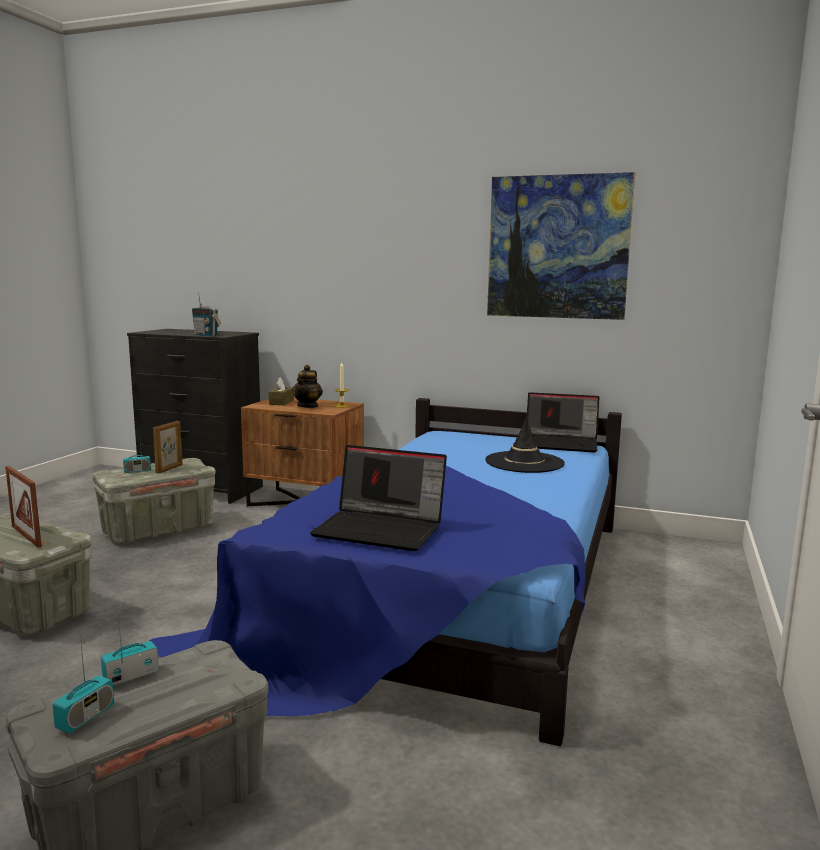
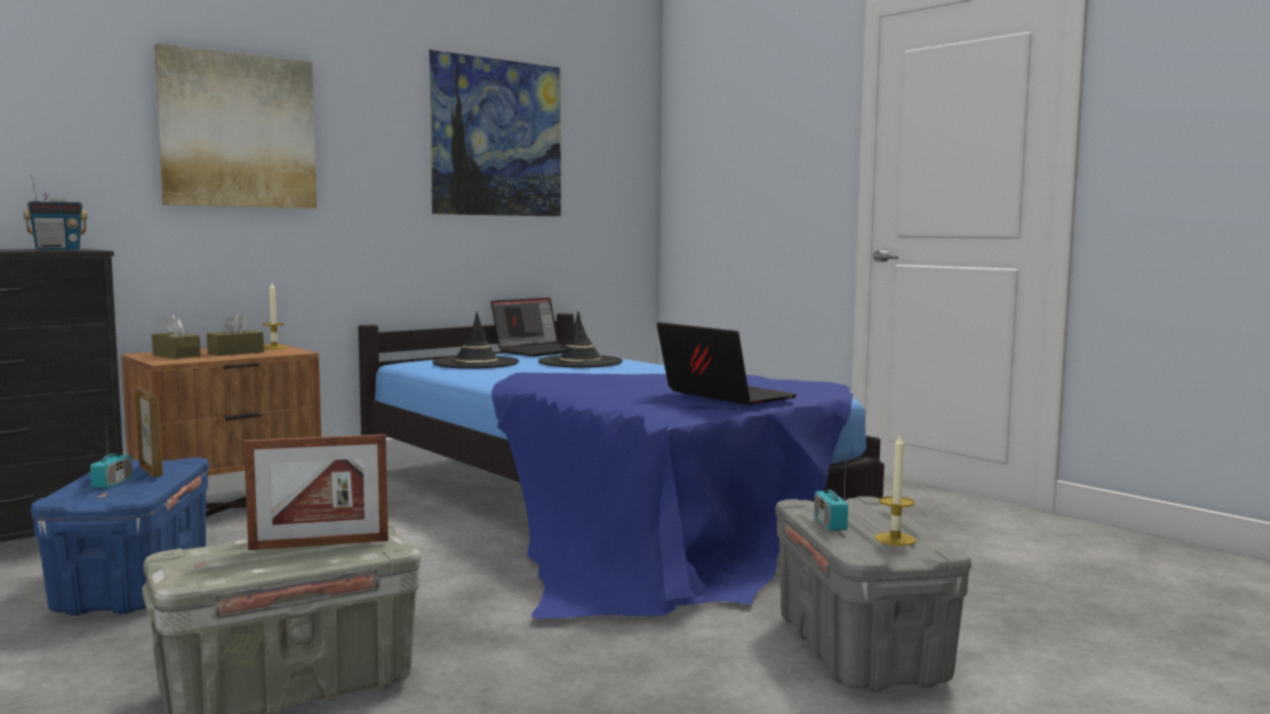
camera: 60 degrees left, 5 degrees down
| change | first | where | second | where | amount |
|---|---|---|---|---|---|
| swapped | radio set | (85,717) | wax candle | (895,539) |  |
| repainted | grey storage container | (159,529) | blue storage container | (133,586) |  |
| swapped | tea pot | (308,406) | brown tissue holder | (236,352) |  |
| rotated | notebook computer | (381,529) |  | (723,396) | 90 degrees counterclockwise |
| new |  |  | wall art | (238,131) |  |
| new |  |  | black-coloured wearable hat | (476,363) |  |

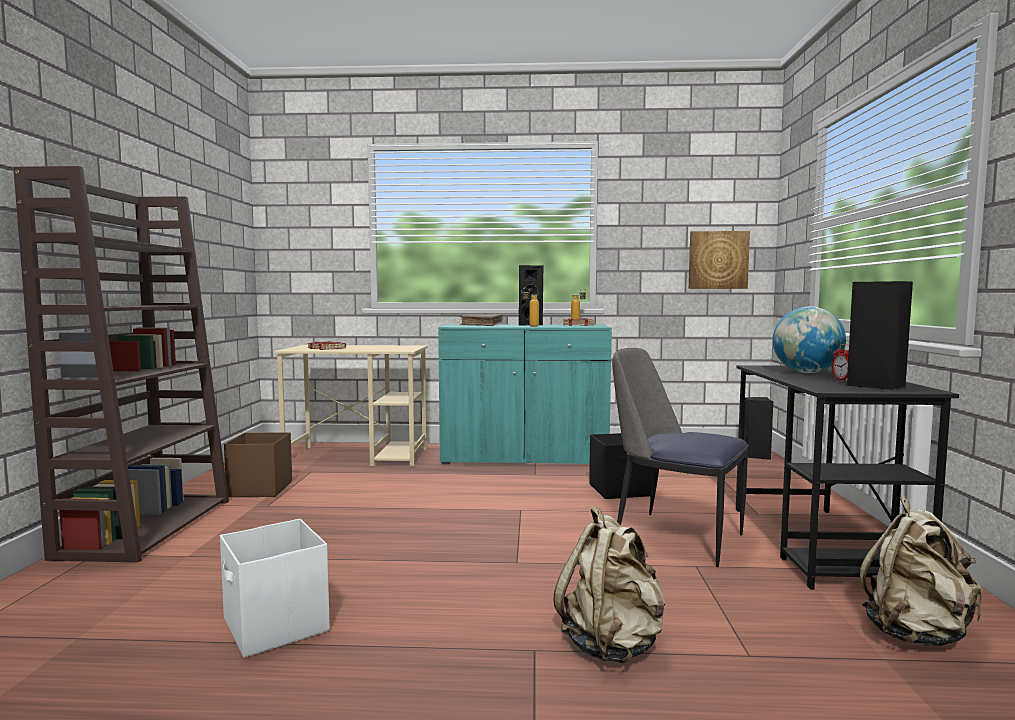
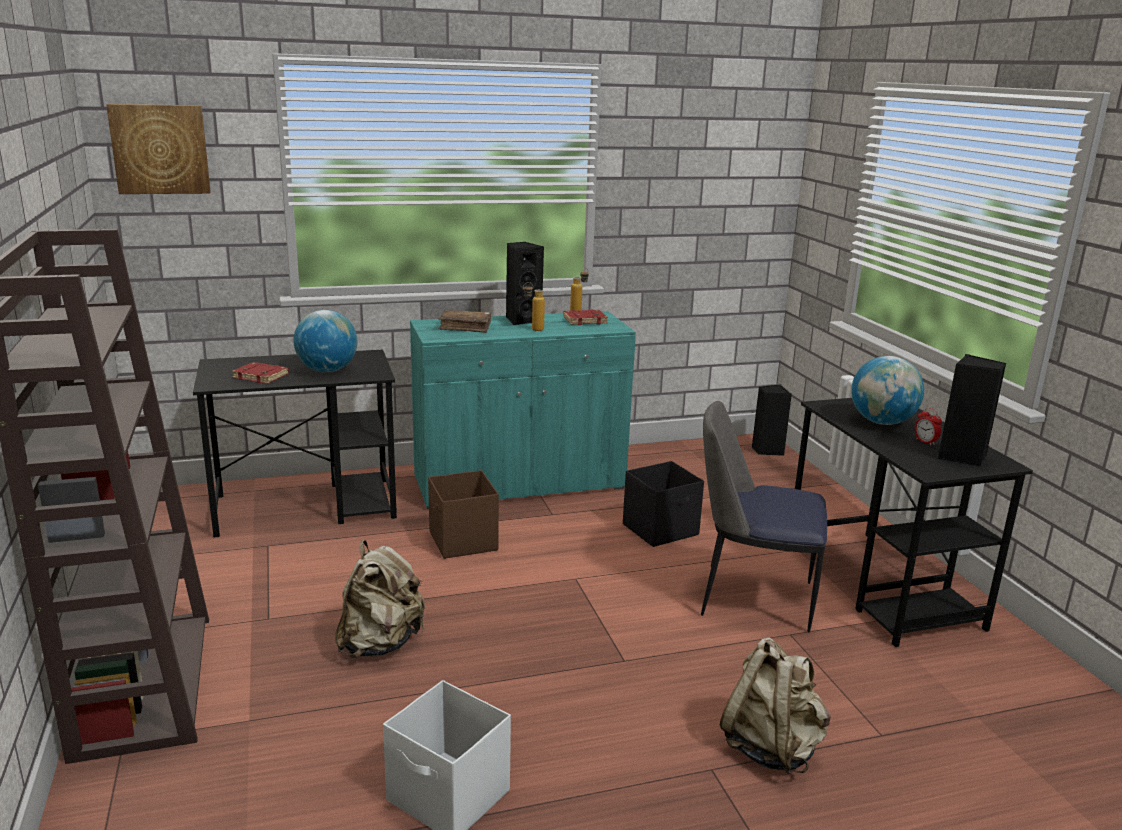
camera: 20 degrees left, 15 degrees up
| change | first | where | second | where | amount |
|---|---|---|---|---|---|
| shifted | brown storage container | (259,489) |  | (463,541) |  |
| repainted | sand-coloured desk unit | (358,456) | black-coloured desk unit | (307,507) |  |
| shifted | wall art | (718,260) |  | (160,149) |  |
| shifted | sand-coloured knapsack | (916,634) |  | (380,643) |  |
| new |  |  | globe | (327,370) |  |

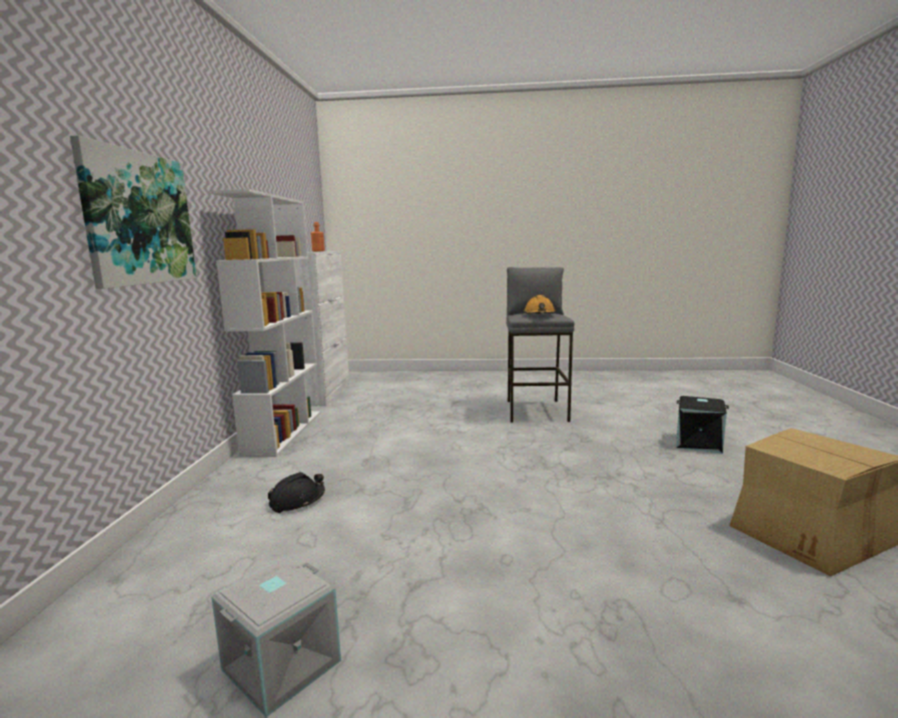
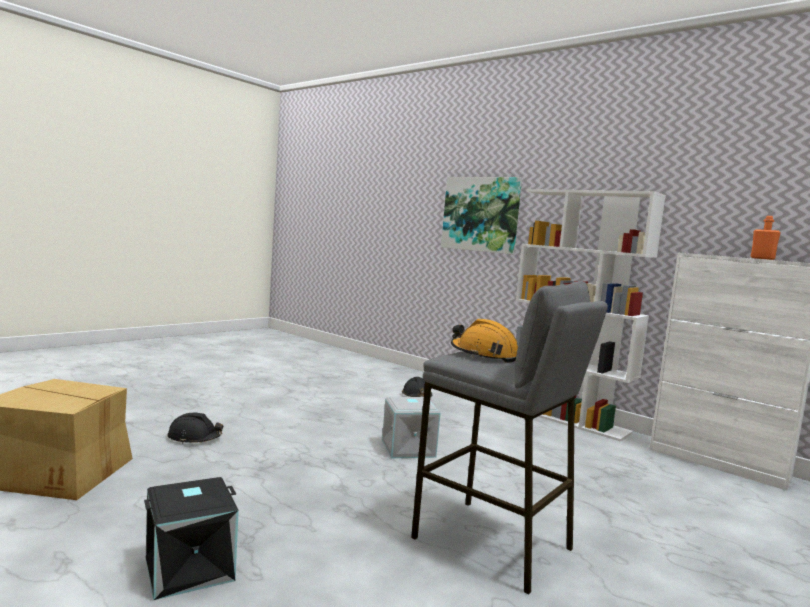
camera: 125 degrees right, 5 degrees down
| change | first | where | second | where | amount |
|---|---|---|---|---|---|
| shifted | grey storage container | (282,666) |  | (407,448) |  |
| new |  |  | black-coloured work helmet | (194,438) |  |

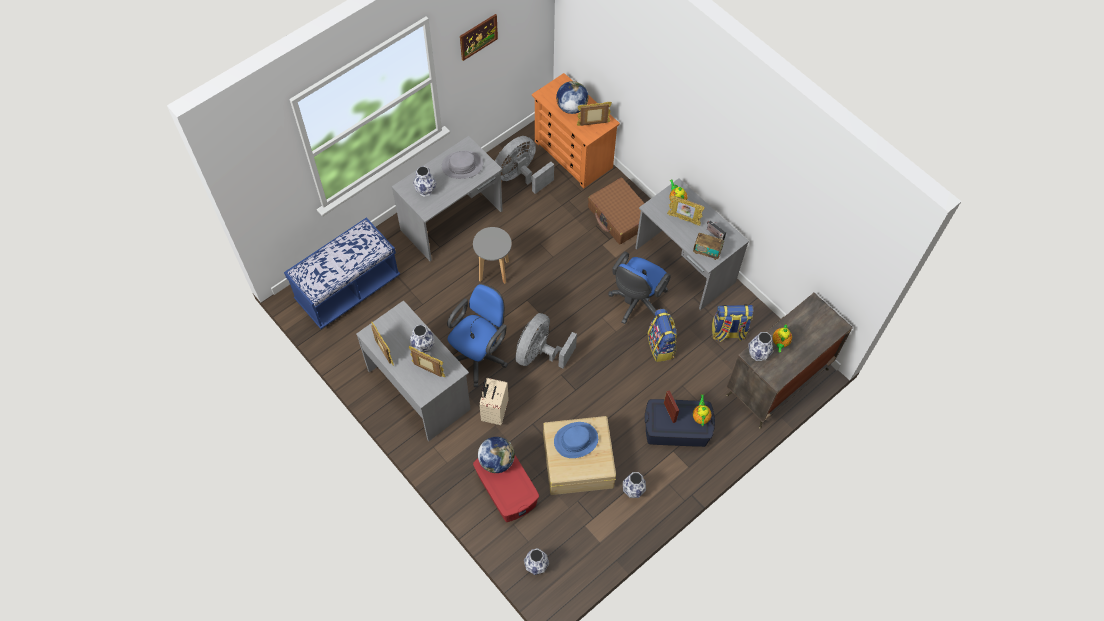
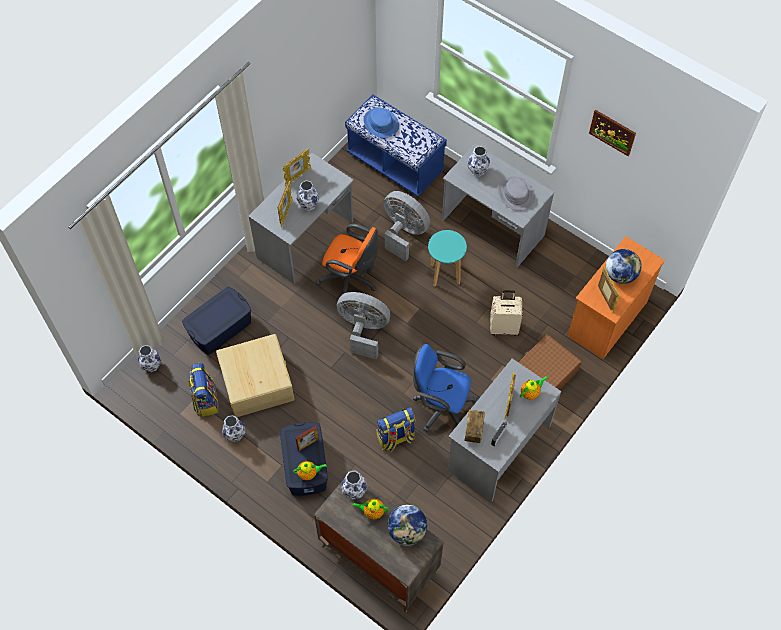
camera: 80 degrees right, 0 degrees up
| change | first | where | second | where | amount |
|---|---|---|---|---|---|
| repainted | blue office chair | (479,355) | orange office chair | (350,280) |  |
| repainted | grey stool seat | (494,271) | blue-green stool seat | (444,274) |  |
| repainted | red storage container | (506,489) | blue storage container | (220,328) |  |
| shifted | globe | (497,461) |  | (407,531) |  |
| shifted | sand-coloured suitcase | (494,412) |  | (504,327) |  |
| shifted | grey cooling fan | (521,176) |  | (404,233) |  |
| shifted | blue wearable hat | (576,440) |  | (381,123) |  |
| shifted | knapsack | (728,332) |  | (205,400) |  |

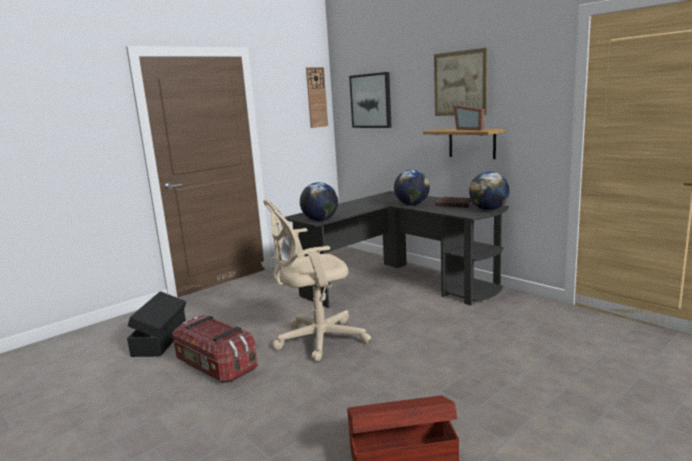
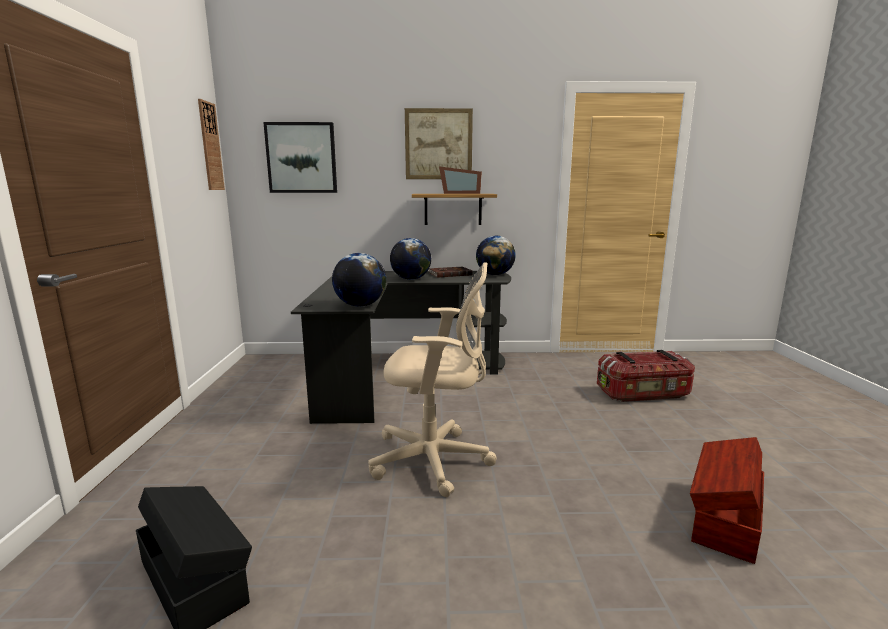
camera: 50 degrees left, 0 degrees up
| change | first | where | second | where | amount |
|---|---|---|---|---|---|
| shifted | storage container | (215,366) |  | (643,394) |  |
| rotated | sand-coloured office chair | (316,340) |  | (436,460) | 105 degrees counterclockwise |

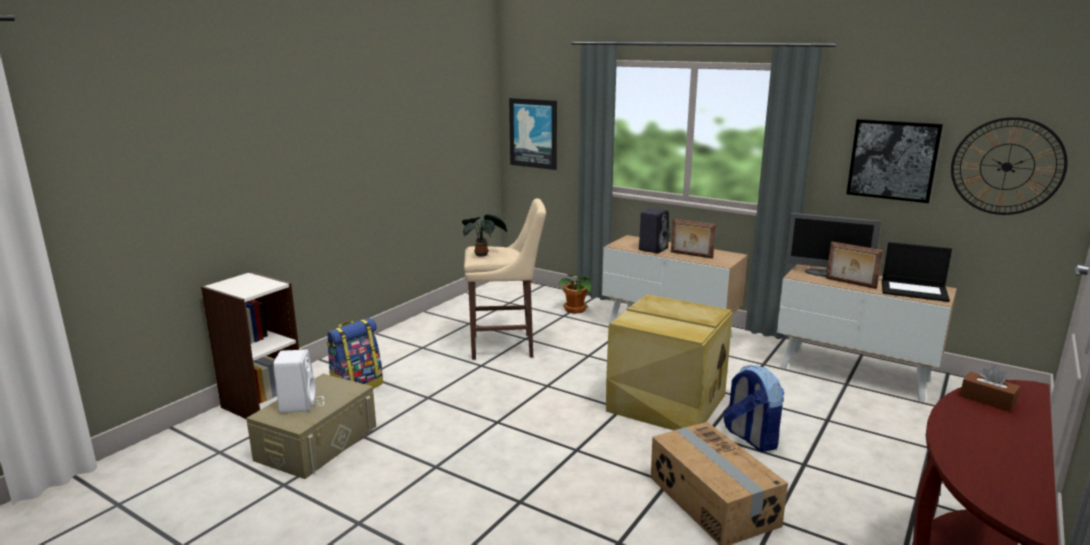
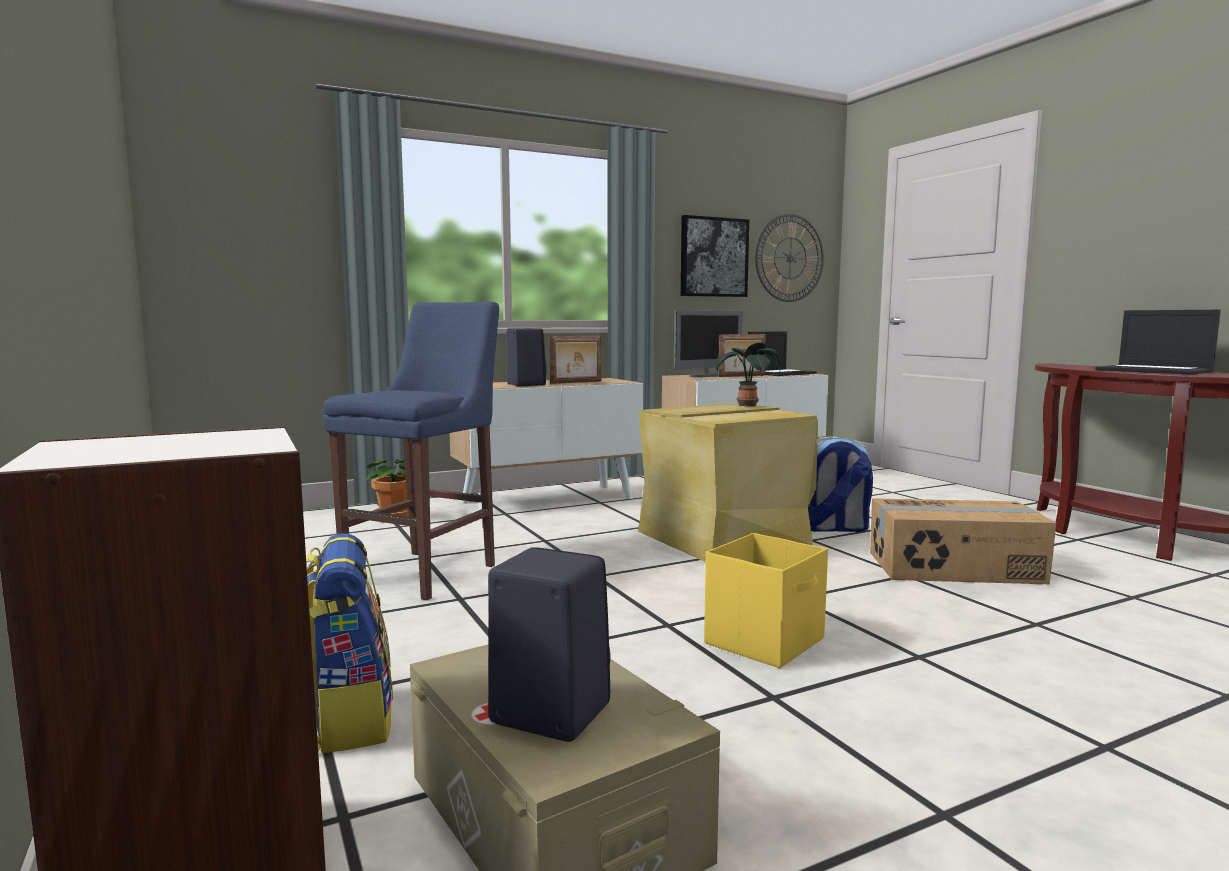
camera: 60 degrees left, 10 degrees down
| change | first | where | second | where | amount |
|---|---|---|---|---|---|
| repainted | white loudspeaker | (297,404) | black-coloured loudspeaker | (546,713) |  |
| shifted | plant in a pot | (483,255) |  | (747,405) |  |
| repainted | sand-coloured stool seat | (506,346) | blue stool seat | (426,572) |  |
| gone | wall art | (533,133) |  |  |  |
| gone | brown tissue holder | (987,399) |  |  |  |
| new |  |  | yellow-coloured storage container | (766,641) |  |
| new |  |  | notebook computer | (1155,371) |  |

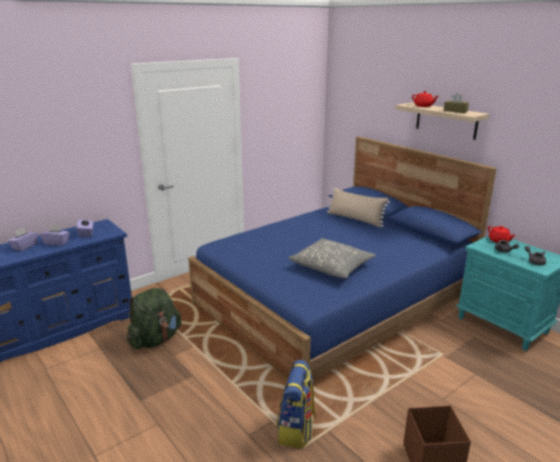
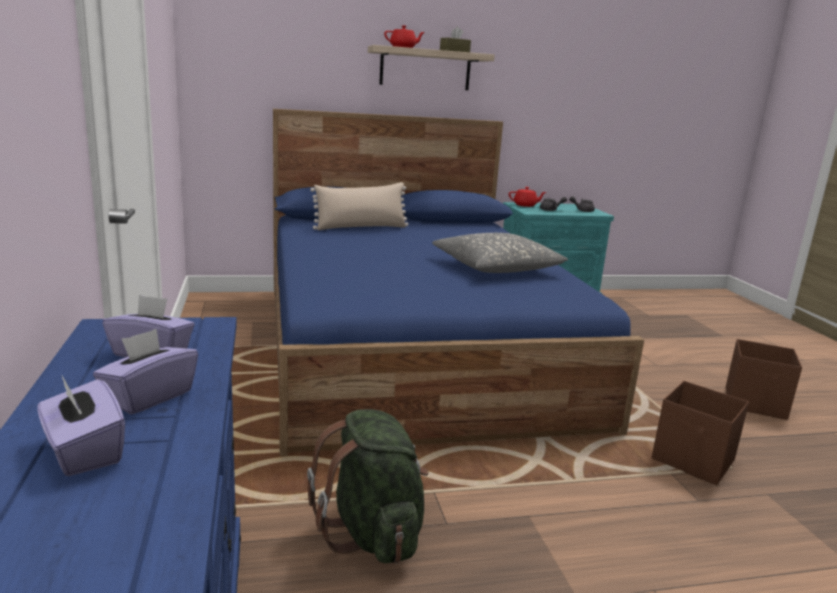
camera: 65 degrees left, 5 degrees down
| change | first | where | second | where | amount |
|---|---|---|---|---|---|
| swapped | knapsack | (296,430) | brown storage container | (693,461) |  |

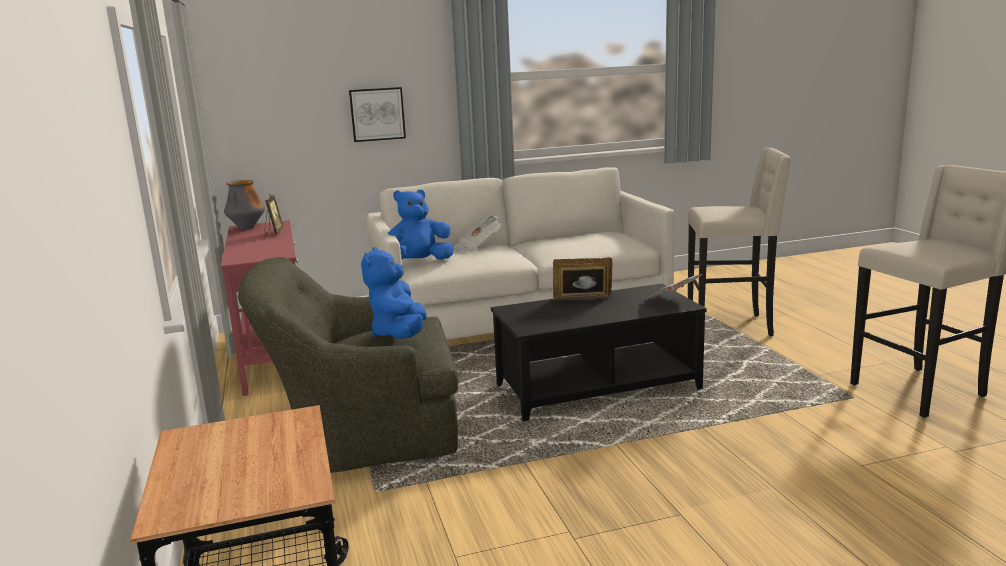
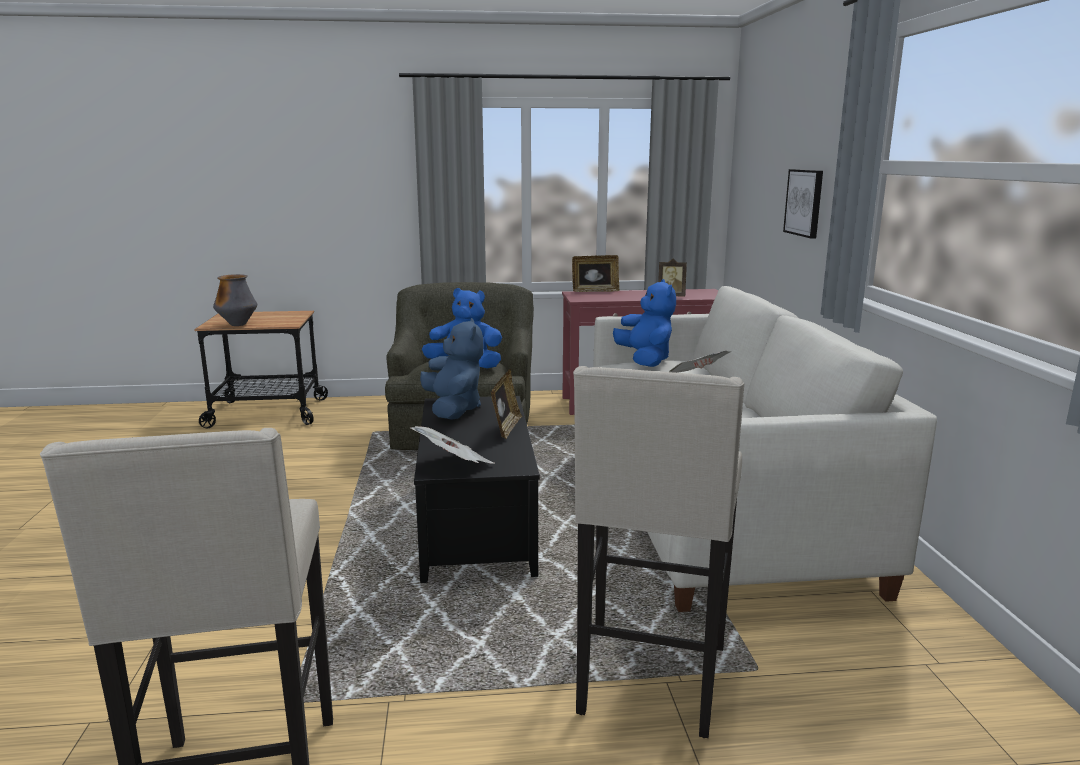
camera: 100 degrees right, 0 degrees up
| change | first | where | second | where | amount |
|---|---|---|---|---|---|
| shifted | vase | (247,228) |  | (238,324) |  |
| new |  |  | blue plush toy | (453,409) |  |
| new |  |  | photo frame | (595,291) |  |

